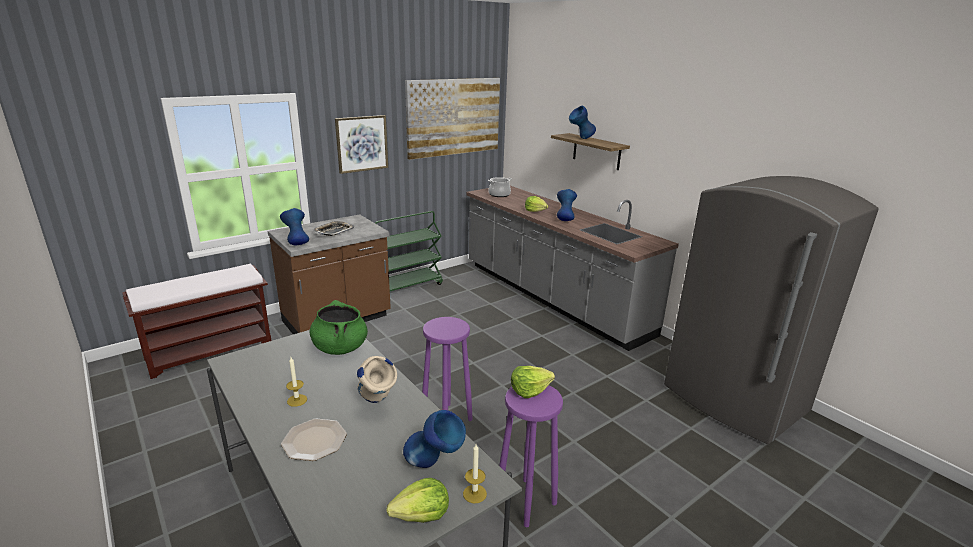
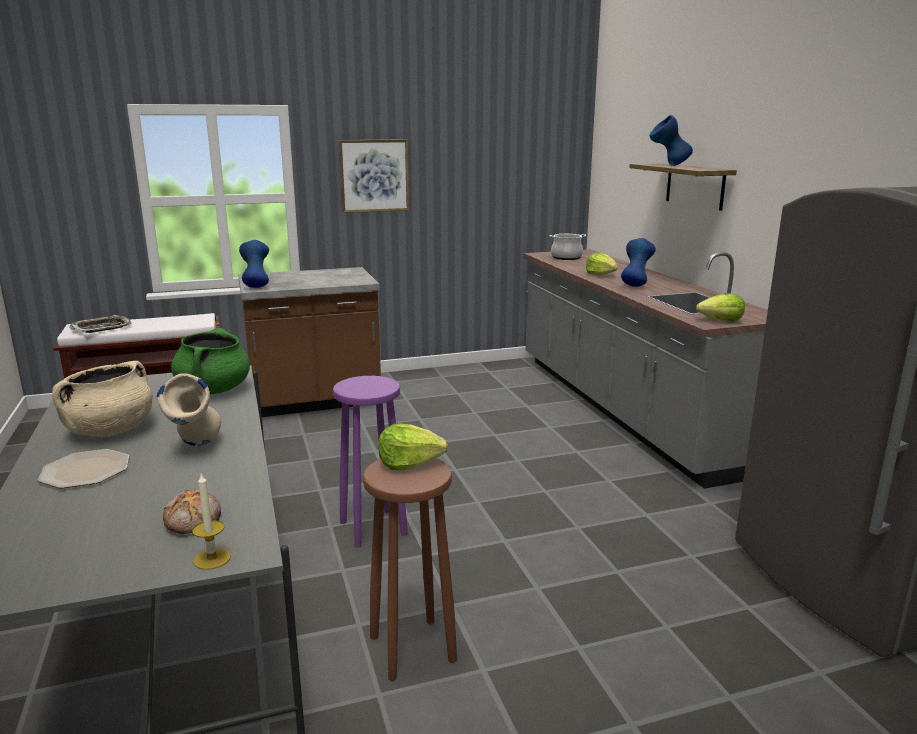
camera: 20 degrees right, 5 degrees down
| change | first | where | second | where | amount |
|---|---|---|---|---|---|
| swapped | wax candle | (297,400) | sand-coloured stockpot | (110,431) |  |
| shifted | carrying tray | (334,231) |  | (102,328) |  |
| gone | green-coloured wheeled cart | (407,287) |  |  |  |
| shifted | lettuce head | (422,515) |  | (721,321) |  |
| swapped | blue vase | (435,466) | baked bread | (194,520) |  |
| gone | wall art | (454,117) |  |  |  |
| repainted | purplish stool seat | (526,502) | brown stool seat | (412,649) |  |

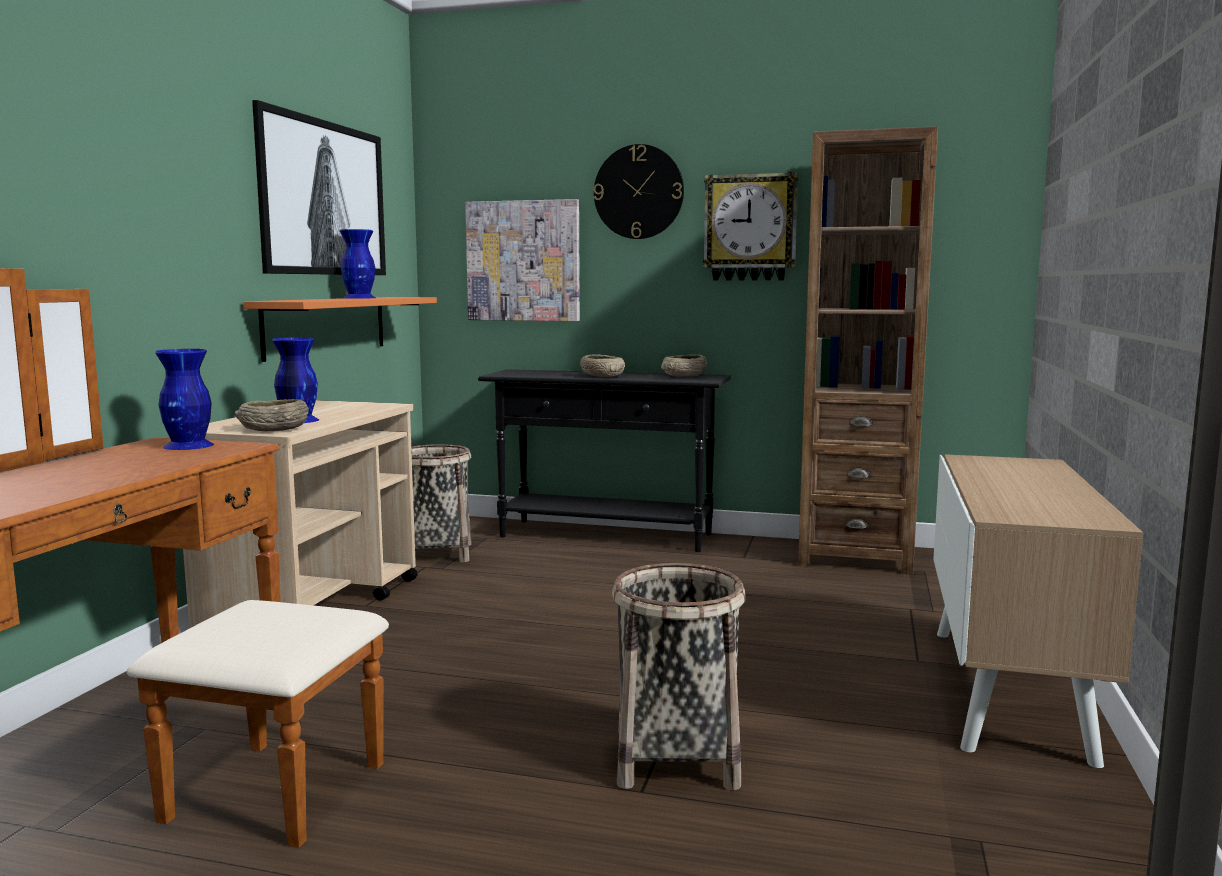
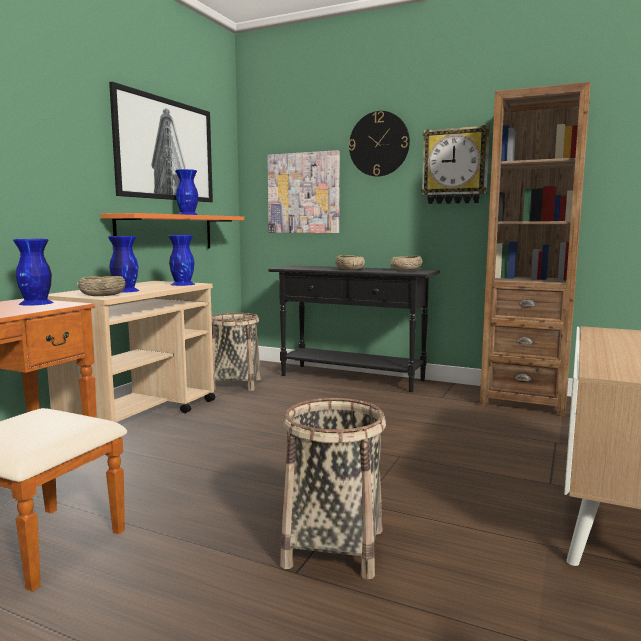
camera: 10 degrees right, 0 degrees up
| change | first | where | second | where | amount |
|---|---|---|---|---|---|
| new |  |  | blue vase | (182,284) |  |

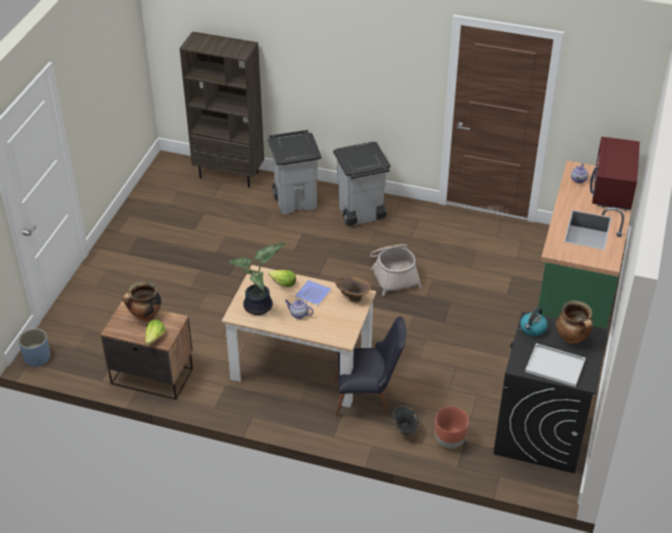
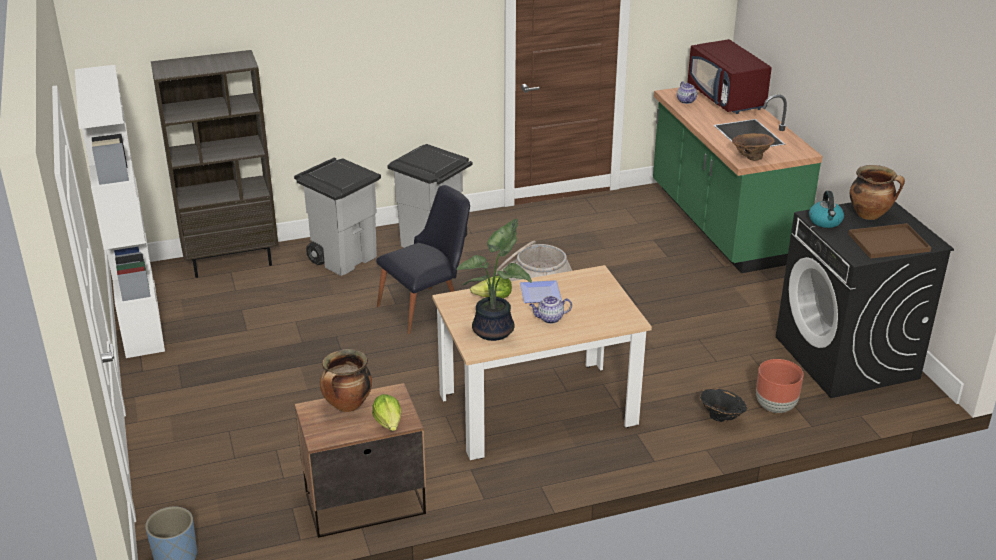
camera: 35 degrees left, 10 degrees down
| change | first | where | second | where | amount |
|---|---|---|---|---|---|
| shifted | brown vase | (352,297) |  | (750,158) |  |
| shifted | black-coloured chair | (368,398) |  | (427,307) |  |
| repainted | white carrying tray | (553,366) | brown carrying tray | (887,243) |  |
| new |  |  | white bookcase | (139,318) |  |

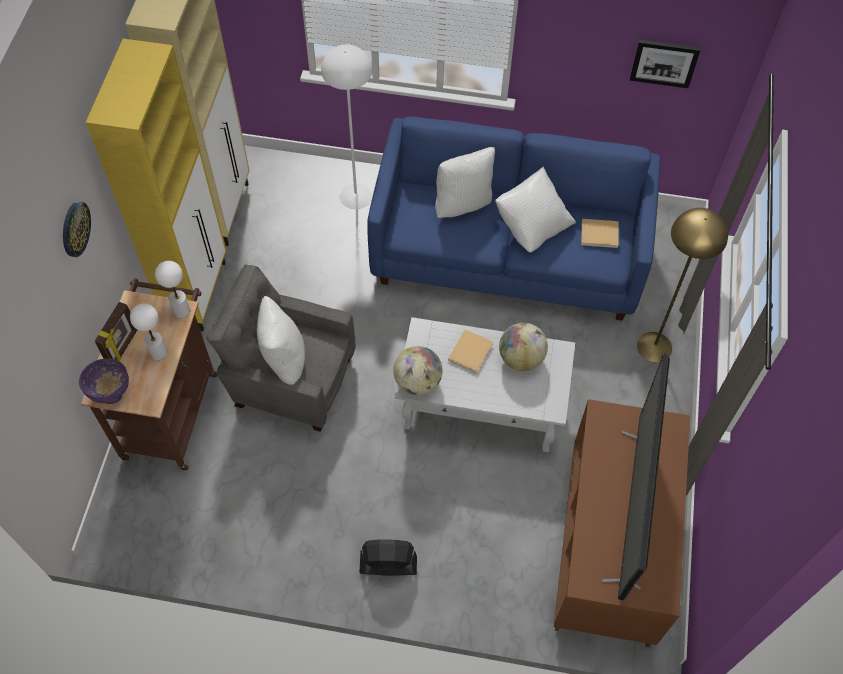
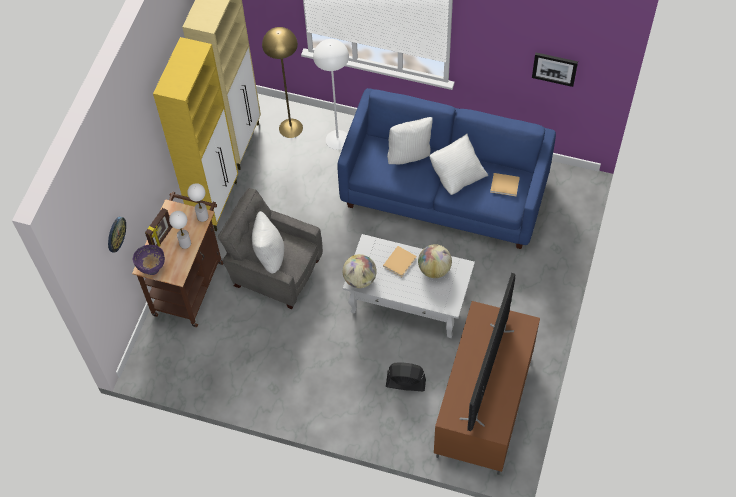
camera: 10 degrees right, 0 degrees up
| change | first | where | second | where | amount |
|---|---|---|---|---|---|
| shifted | hanging clock | (75,228) |  | (116,234) |  |
| shifted | black-coloured cooling fan | (388,565) |  | (405,383) |  |
| shifted | yellow-coloured floor lamp | (654,347) |  | (291,128) |  |

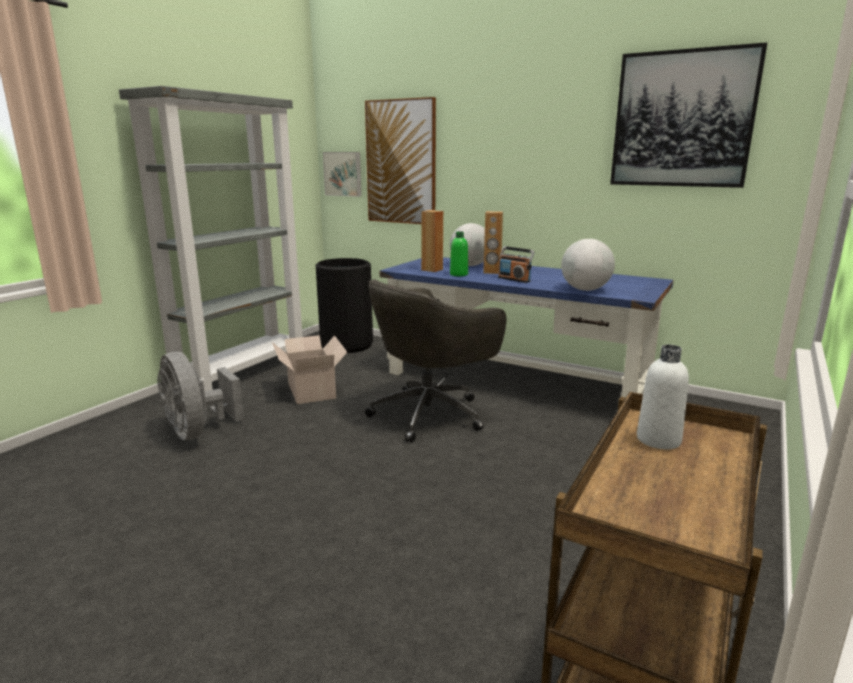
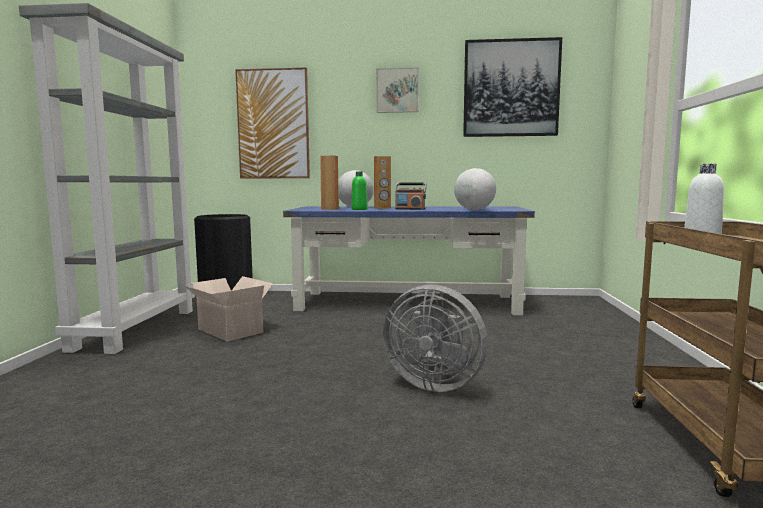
camera: 25 degrees left, 10 degrees down
| change | first | where | second | where | amount |
|---|---|---|---|---|---|
| shifted | grey cooling fan | (198,431) |  | (434,383) |  |
| shifted | wall art | (343,174) |  | (397,90) |  |
| gone | grey office chair | (431,414) |  |  |  |

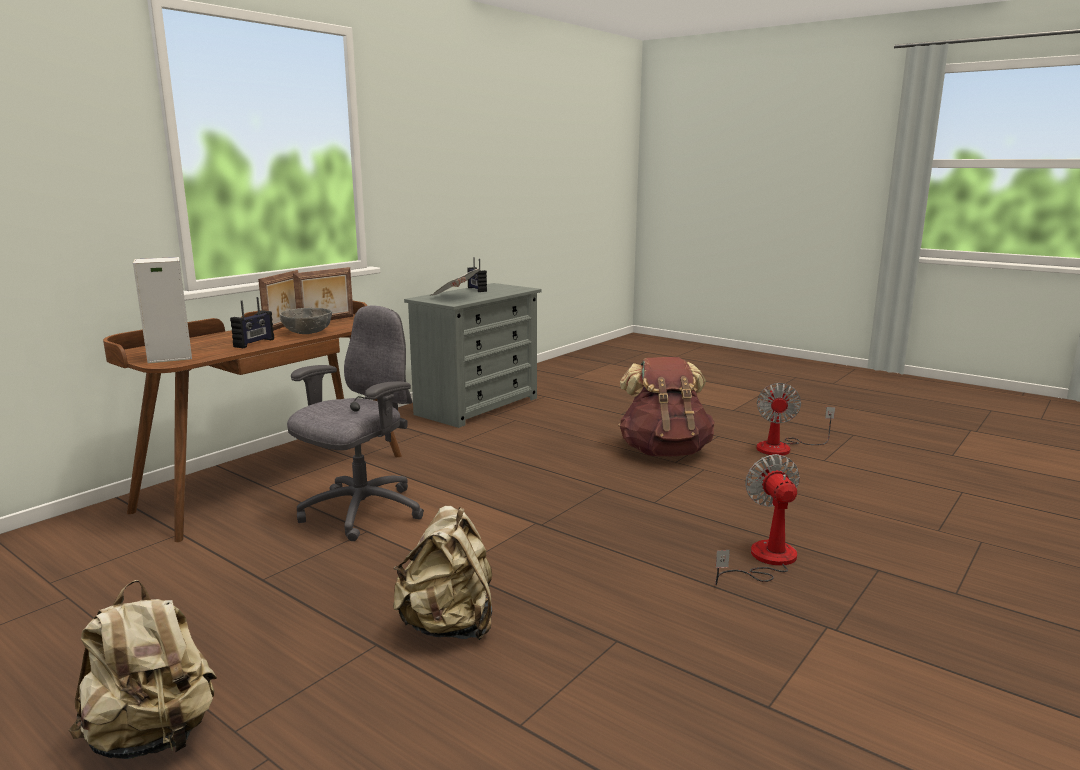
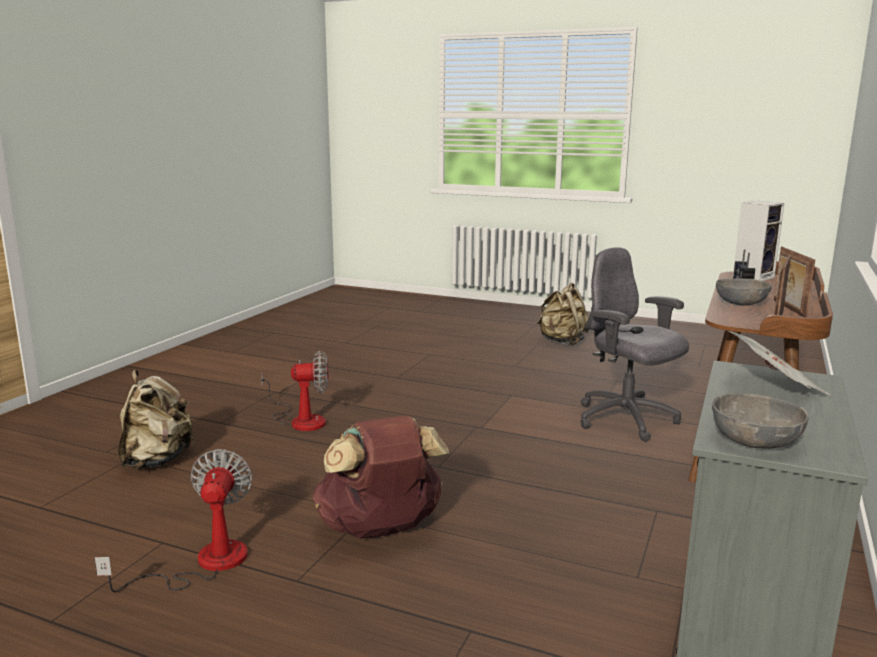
camera: 165 degrees right, 0 degrees up
| change | first | where | second | where | amount |
|---|---|---|---|---|---|
| rotated | grey office chair | (360,512) |  | (626,420) | 120 degrees clockwise |
| shifted | sand-coloured knapsack | (449,626) |  | (156,460) |  |
| gone | radio set | (476,289) |  |  |  |
| rotated | cooling fan | (764,560) |  | (301,420) | 75 degrees counterclockwise |
| new |  |  | grey deep dish | (755,442) |  |

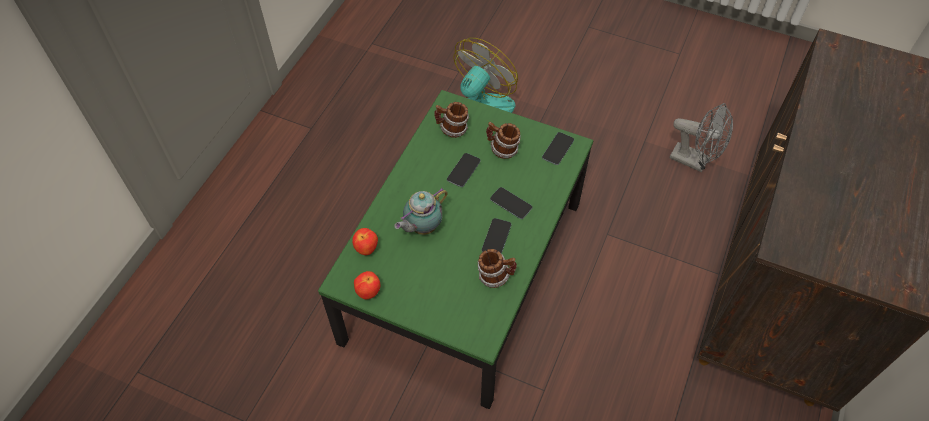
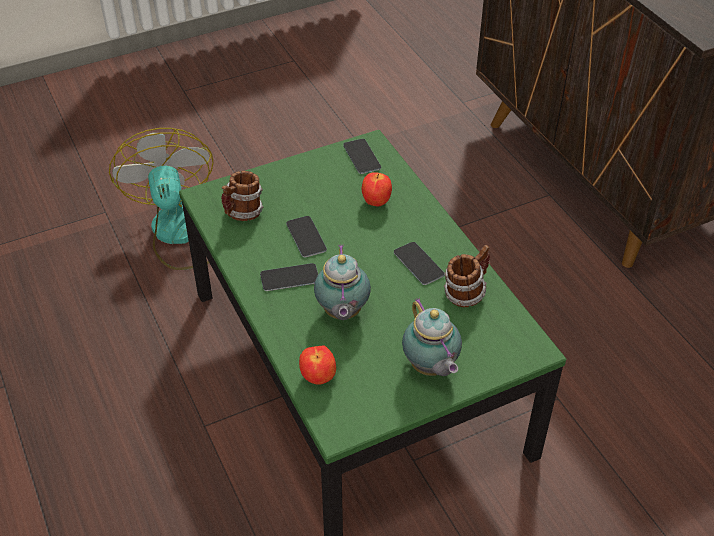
camera: 50 degrees left, 10 degrees down
| change | first | where | second | where | amount |
|---|---|---|---|---|---|
| shifted | apple | (368,292) |  | (375,202) |  |
| gone | tea mug | (502,150) |  |  |  |
| shifted | telephone | (511,203) |  | (289,278) |  |
| gone | grey cooling fan | (695,161) |  |  |  |
| new |  |  | tea pot | (430,368) |  |

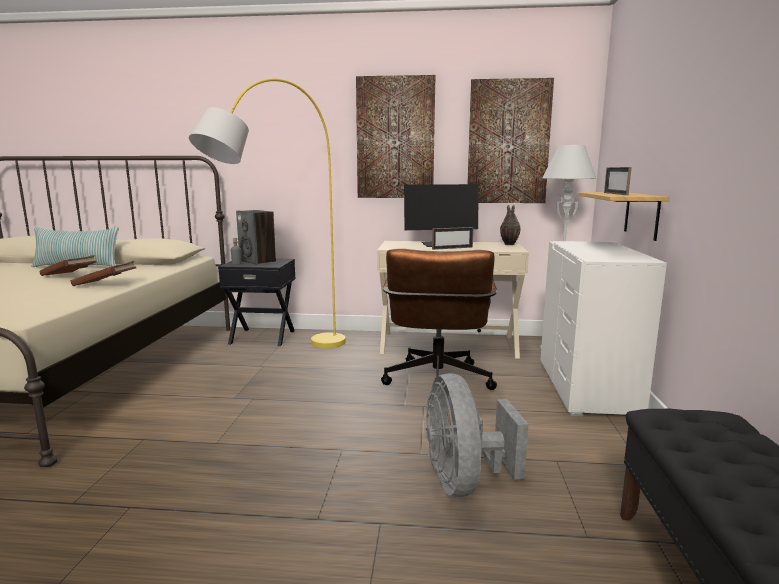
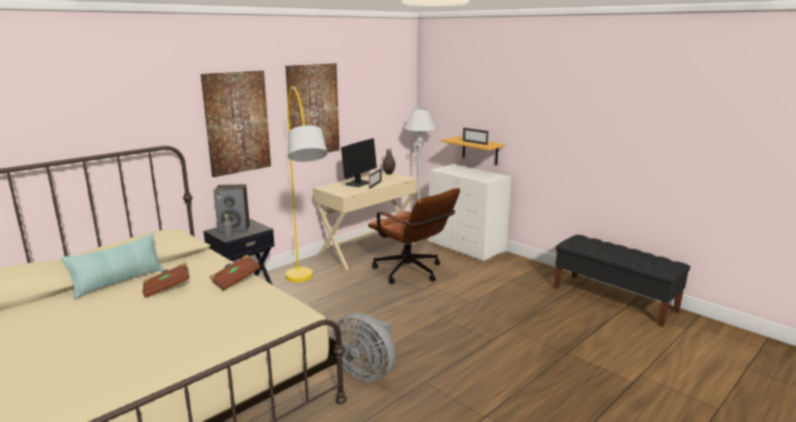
camera: 50 degrees left, 5 degrees up
| change | first | where | second | where | amount |
|---|---|---|---|---|---|
| shifted | grey cooling fan | (464,481) |  | (366,372) |  |
| shifted | wall art | (508,142) |  | (237,123) |  |

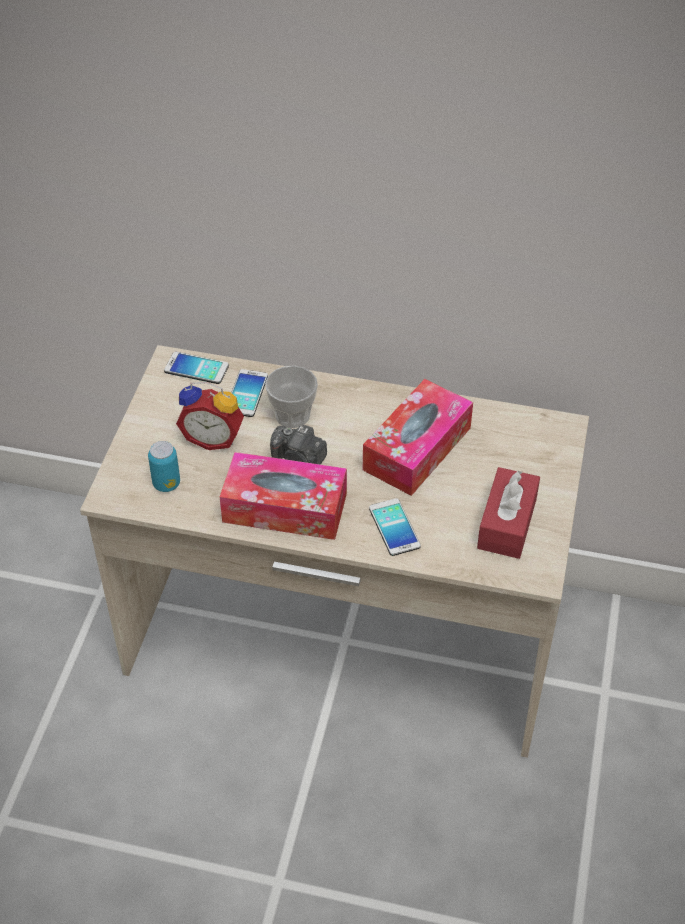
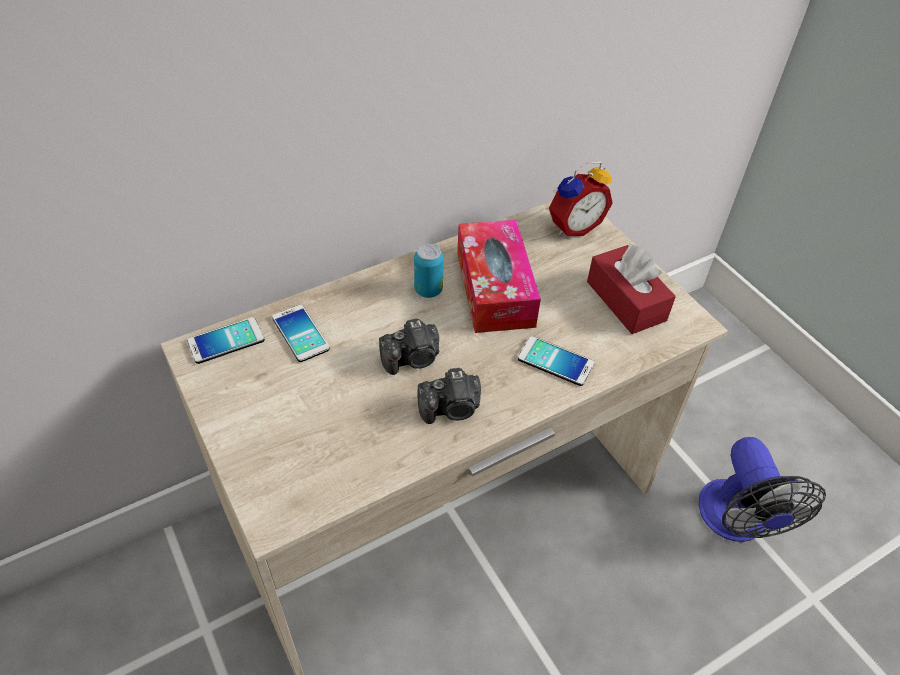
camera: 45 degrees left, 0 degrees up
| change | first | where | second | where | amount |
|---|---|---|---|---|---|
| shifted | metal can | (166,483) |  | (428,290) |  |
| shifted | alarm clock | (213,437) |  | (573,226) |  |
| swapped | tissue holder | (285,508) | still camera | (451,409) |  |
| gone | small cup | (292,415) |  |  |  |
| new |  |  | cooling fan | (737,522) |  |

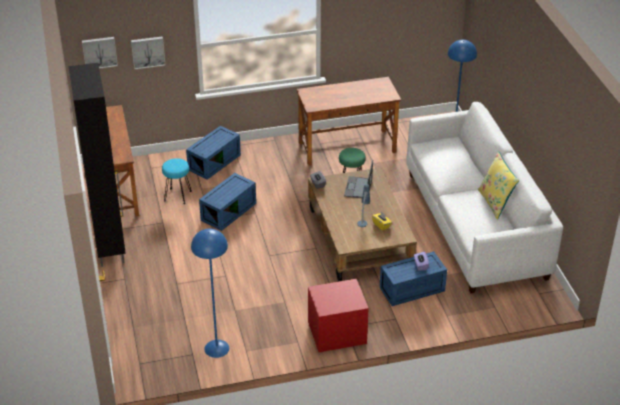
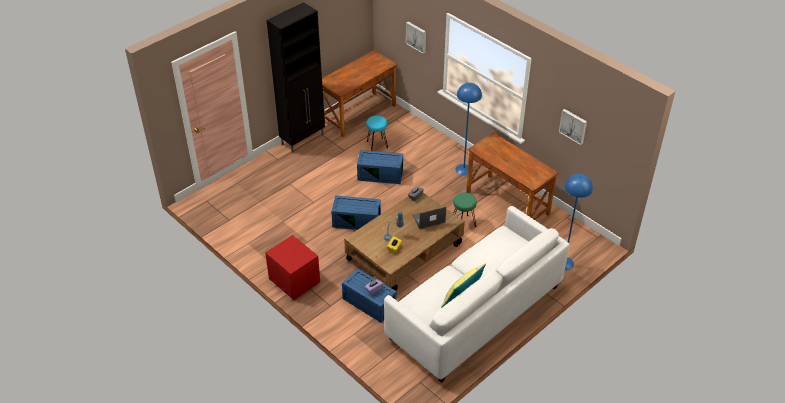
camera: 60 degrees right, 5 degrees up
| change | first | where | second | where | amount |
|---|---|---|---|---|---|
| shifted | wall art | (99,52) |  | (573,126) |  |
| shifted | blue storage container | (214,162) |  | (357,221) |  |
| shifted | blue floor lamp | (217,348) |  | (464,169) |  |

